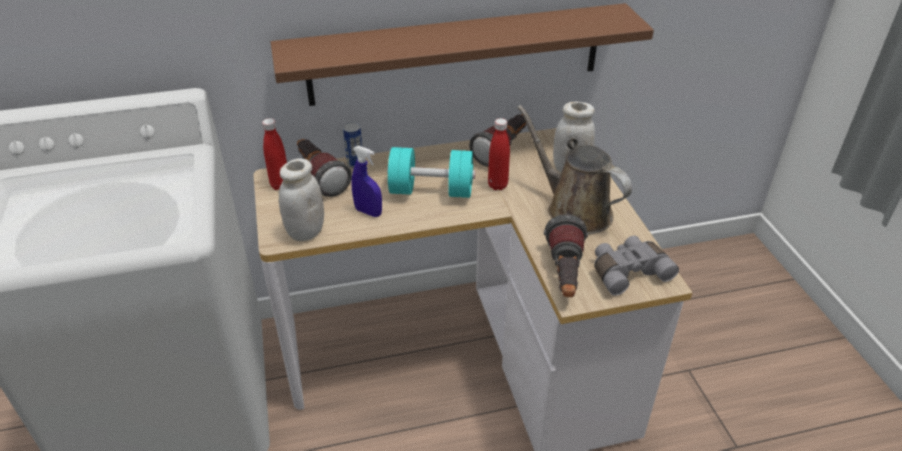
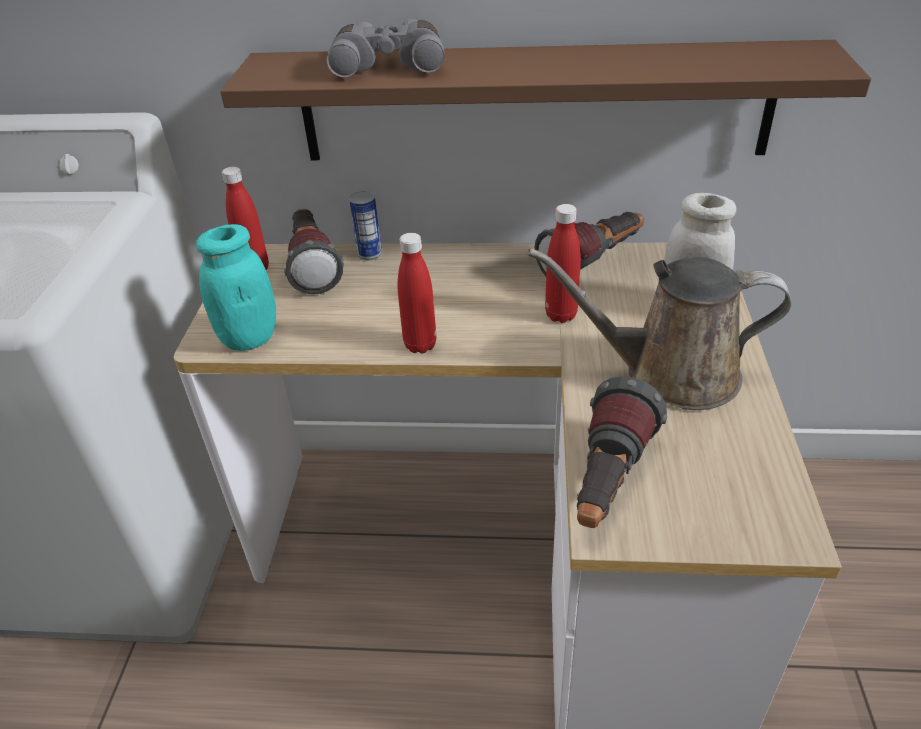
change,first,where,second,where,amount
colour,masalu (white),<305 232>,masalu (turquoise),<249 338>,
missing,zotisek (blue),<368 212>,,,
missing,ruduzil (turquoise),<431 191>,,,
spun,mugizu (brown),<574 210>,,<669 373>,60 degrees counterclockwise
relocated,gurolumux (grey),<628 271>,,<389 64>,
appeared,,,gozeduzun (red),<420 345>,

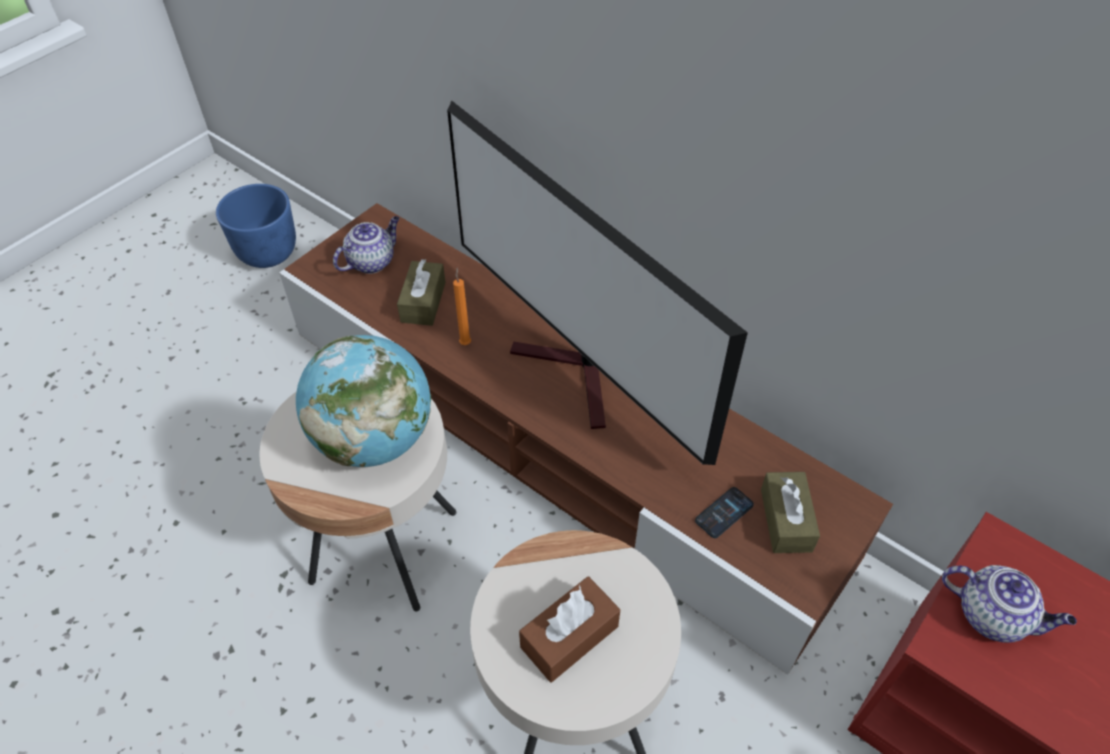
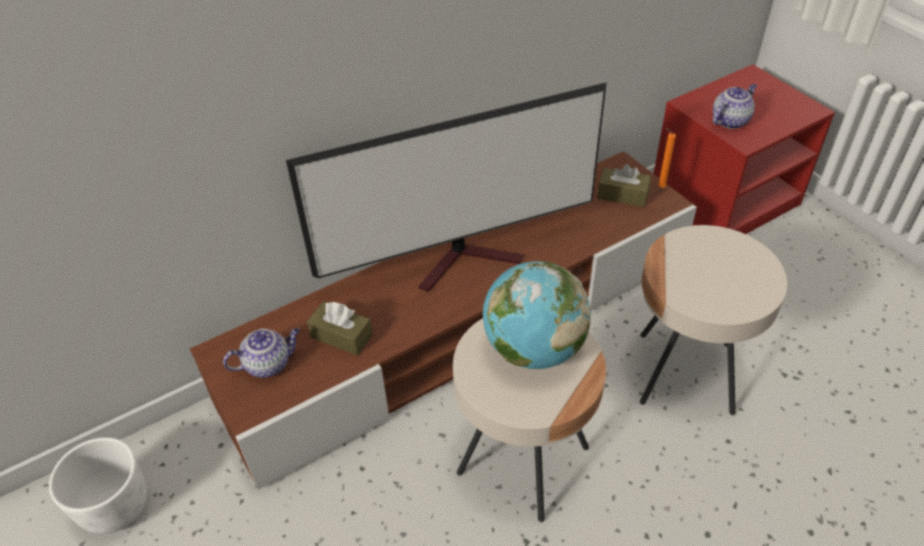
change,first,where,second,where,amount
colour,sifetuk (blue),<268 253>,sifetuk (white),<115 508>,
spun,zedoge,<372 261>,,<268 364>,90 degrees clockwise
relocated,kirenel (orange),<465 342>,,<660 187>,
missing,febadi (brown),<569 636>,,,
missing,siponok,<724 513>,,,

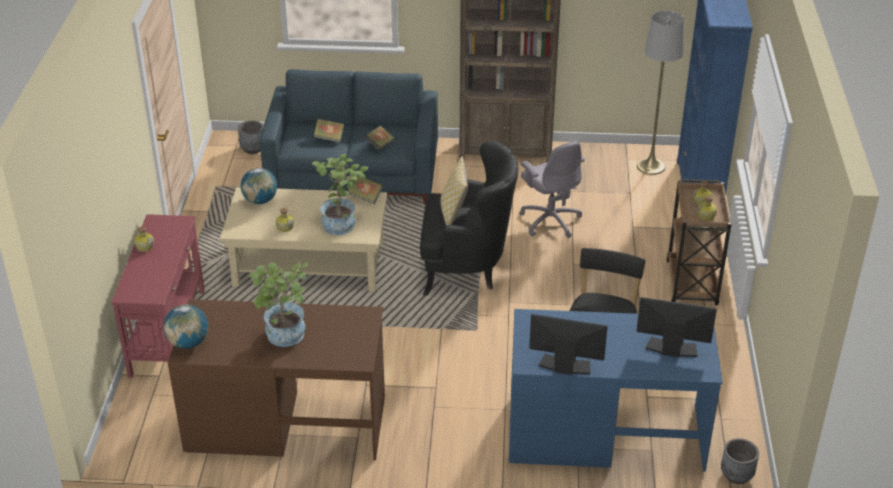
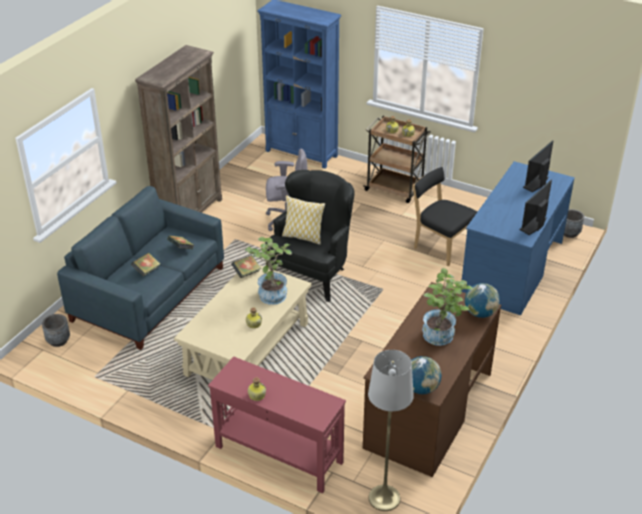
change,first,where,second,where,amount
relocated,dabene,<260 201>,,<480 313>,
relocated,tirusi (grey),<650 166>,,<384 498>,

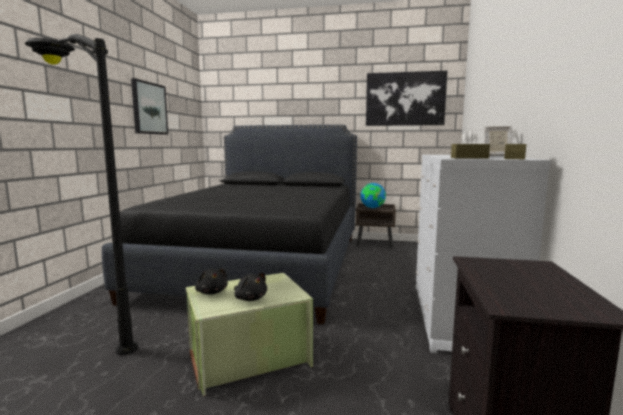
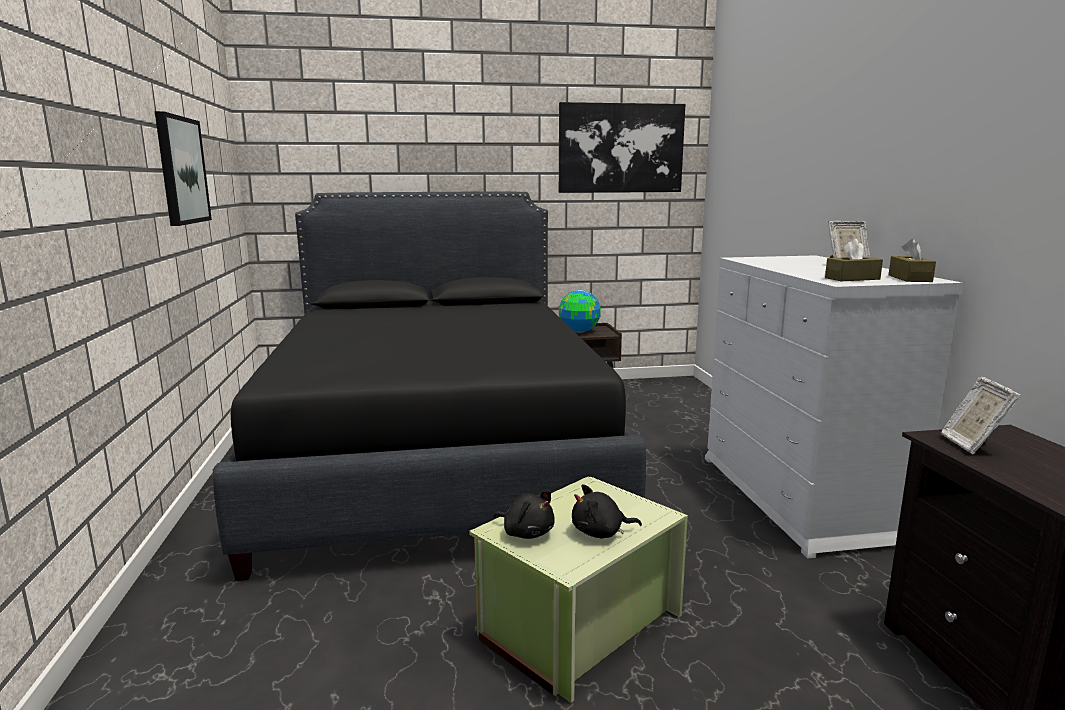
change,first,where,second,where,amount
missing,tirusi (black),<93 332>,,,
spun,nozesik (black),<250 298>,,<600 532>,150 degrees clockwise
appeared,,,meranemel,<972 445>,

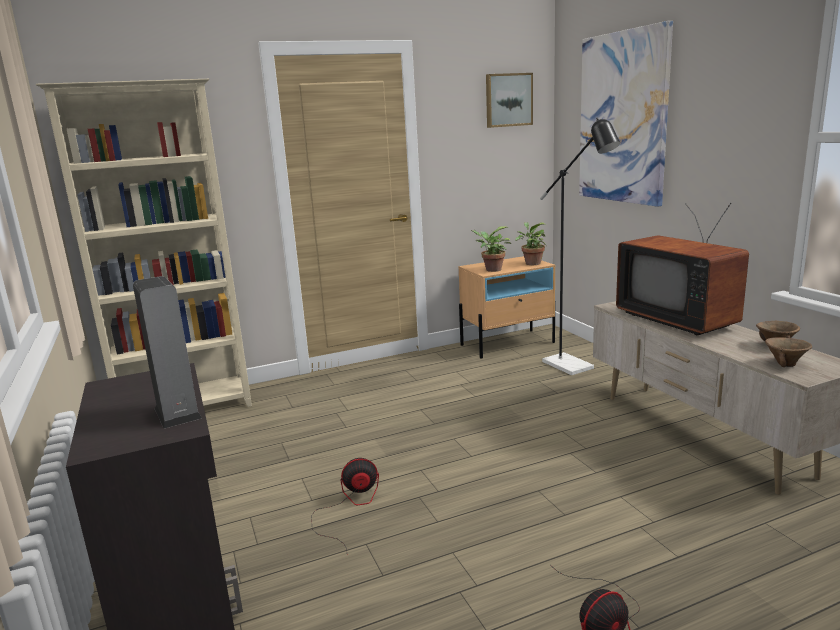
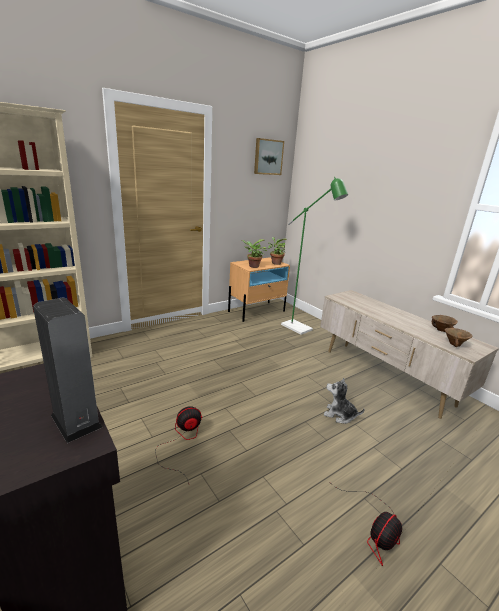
change,first,where,second,where,amount
colour,tirusi (black),<574 368>,tirusi (green),<301 329>,
missing,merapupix,<622 118>,,,
missing,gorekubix,<680 319>,,,
appeared,,,nozesik,<339 415>,

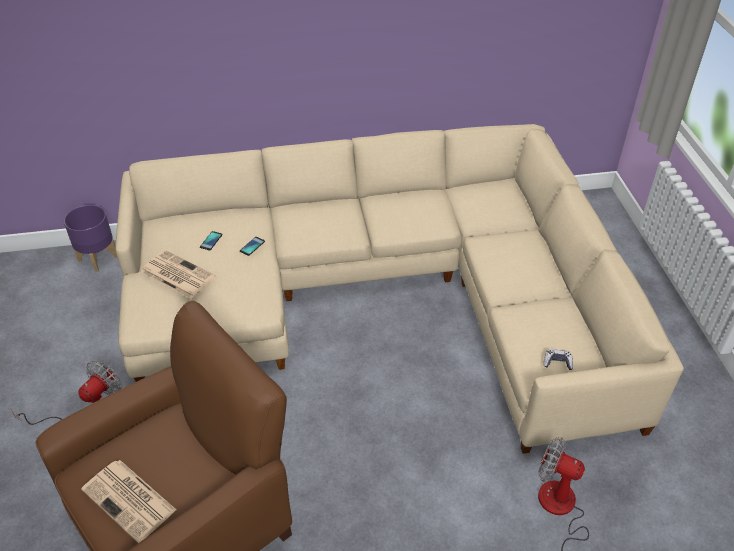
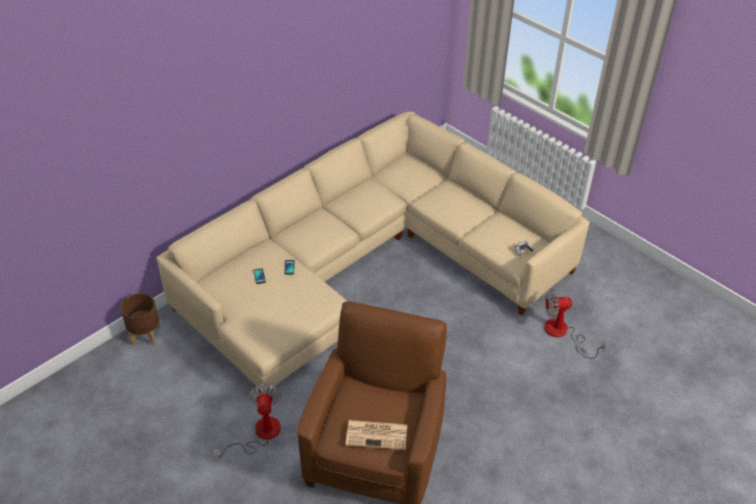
change,first,where,second,where,amount
colour,sifetuk (purple),<98 258>,sifetuk (brown),<145 335>,
missing,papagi,<177 274>,,,

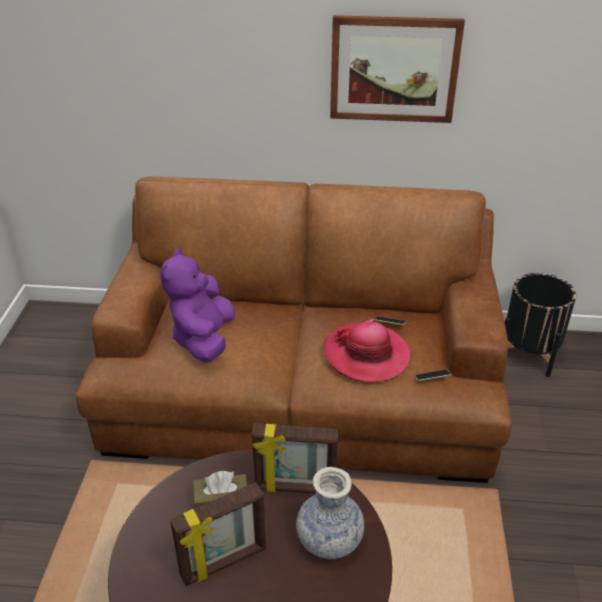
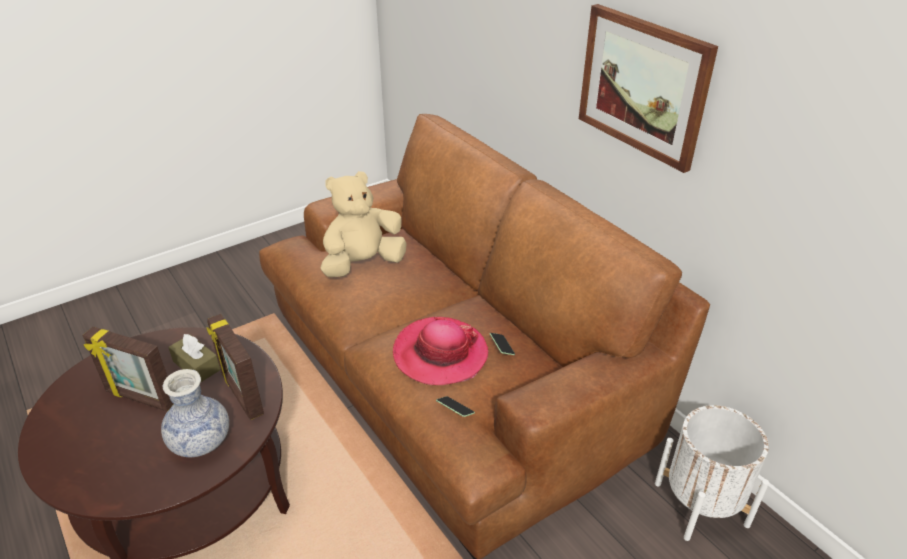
change,first,where,second,where,amount
colour,nozesik (purple),<204 339>,nozesik (beige),<363 264>,
colour,sifetuk (black),<529 353>,sifetuk (white),<701 504>,

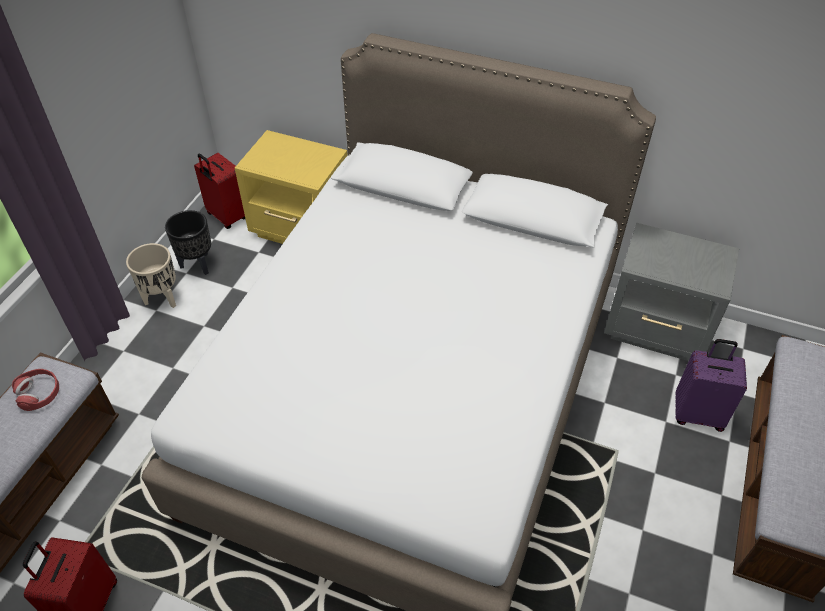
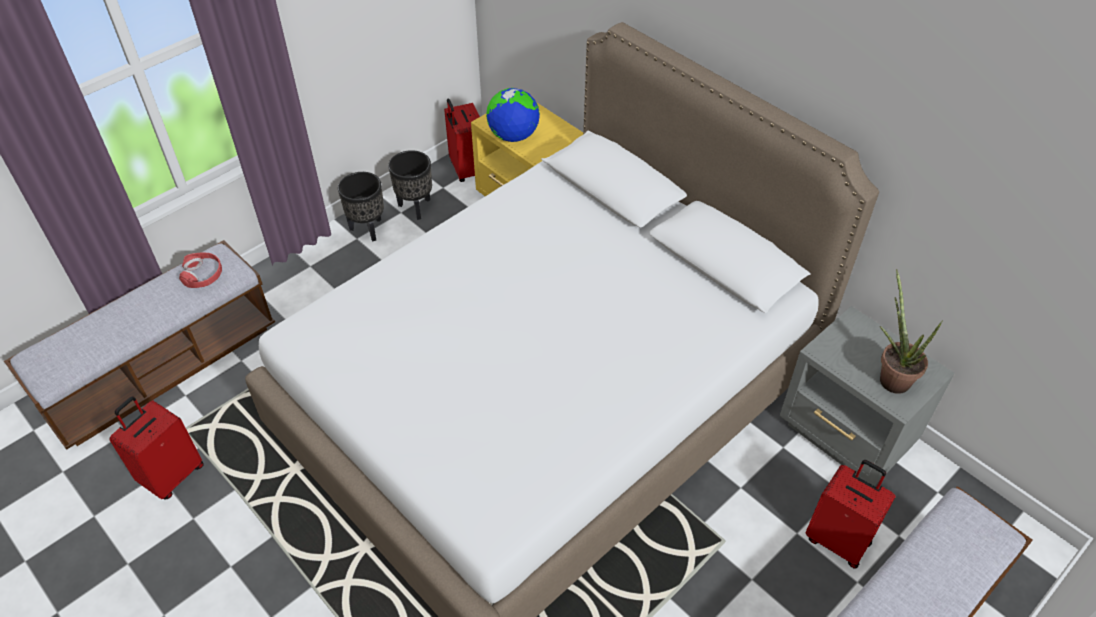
change,first,where,second,where,amount
colour,sifetuk (beige),<163 298>,sifetuk (black),<368 229>,
colour,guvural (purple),<697 414>,guvural (red),<838 539>,
appeared,,,dabene,<513 136>,
appeared,,,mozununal,<891 376>,

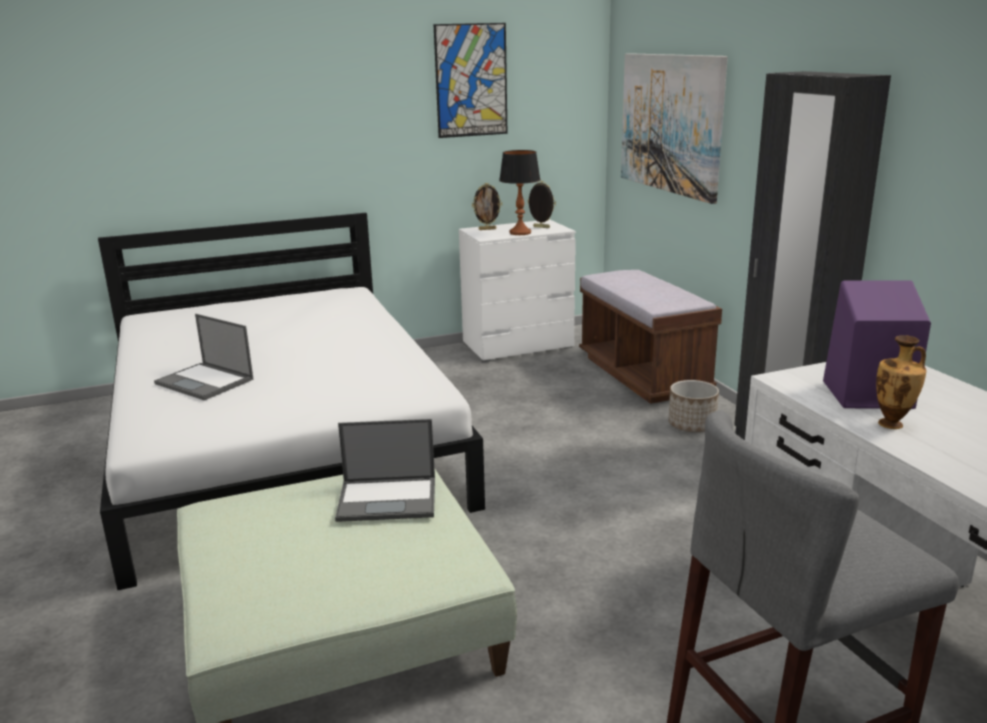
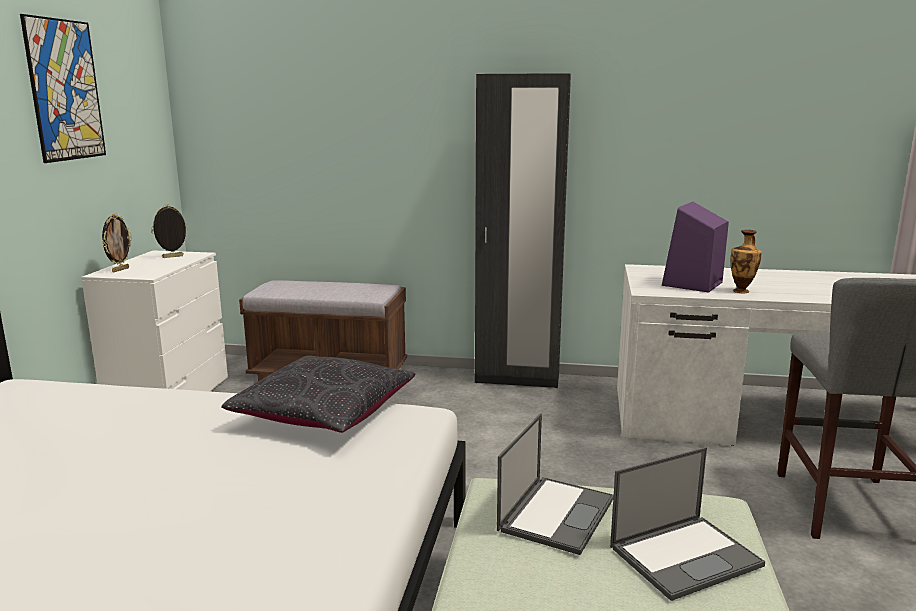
change,first,where,second,where,amount
relocated,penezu,<205 382>,,<686 555>,
missing,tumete,<520 233>,,,
missing,merapupix,<670 123>,,,
missing,sifetuk,<691 425>,,,
appeared,,,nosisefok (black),<324 413>,

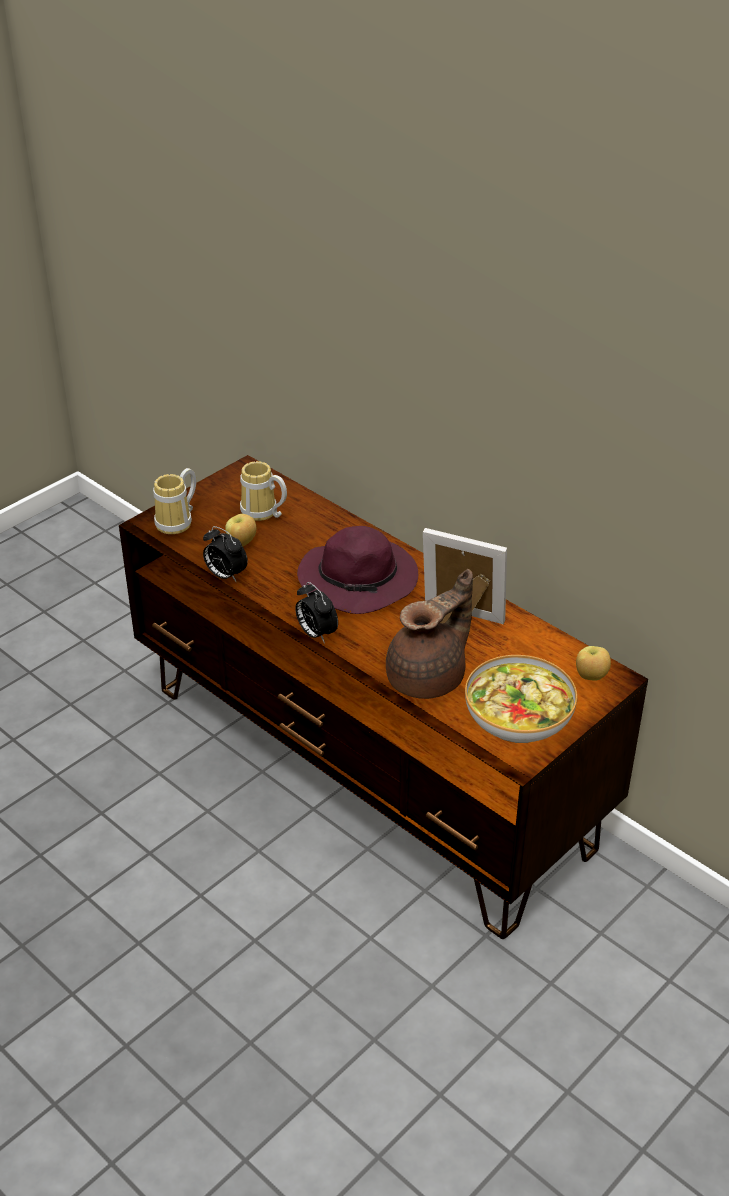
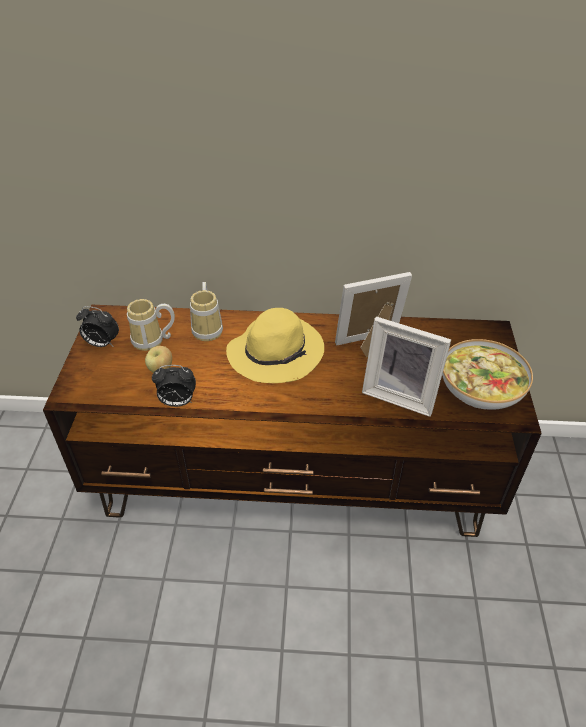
change,first,where,second,where,amount
relocated,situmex,<179 522>,,<209 328>,
relocated,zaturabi,<316 634>,,<102 344>,
colour,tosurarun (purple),<360 580>,tosurarun (yellow),<276 352>,
exchanged,zedoge (brown),<429 677>,meranemel,<400 394>,
missing,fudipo,<590 676>,,,

